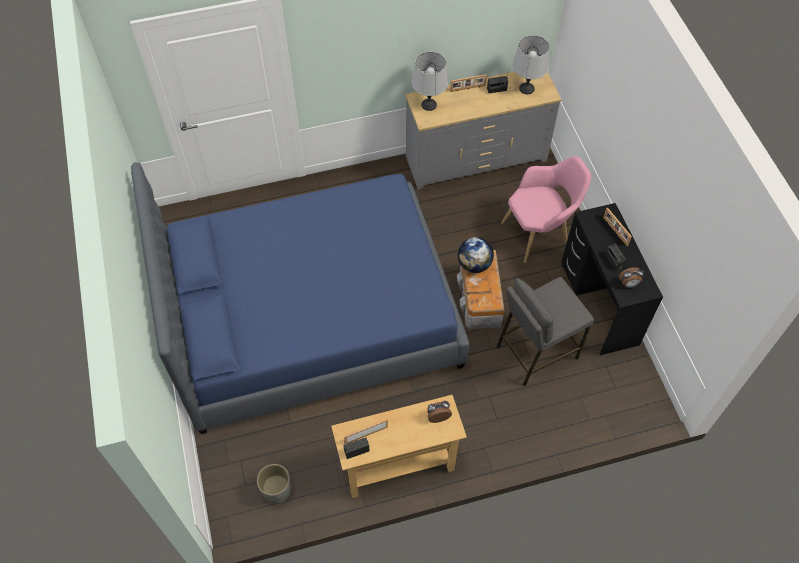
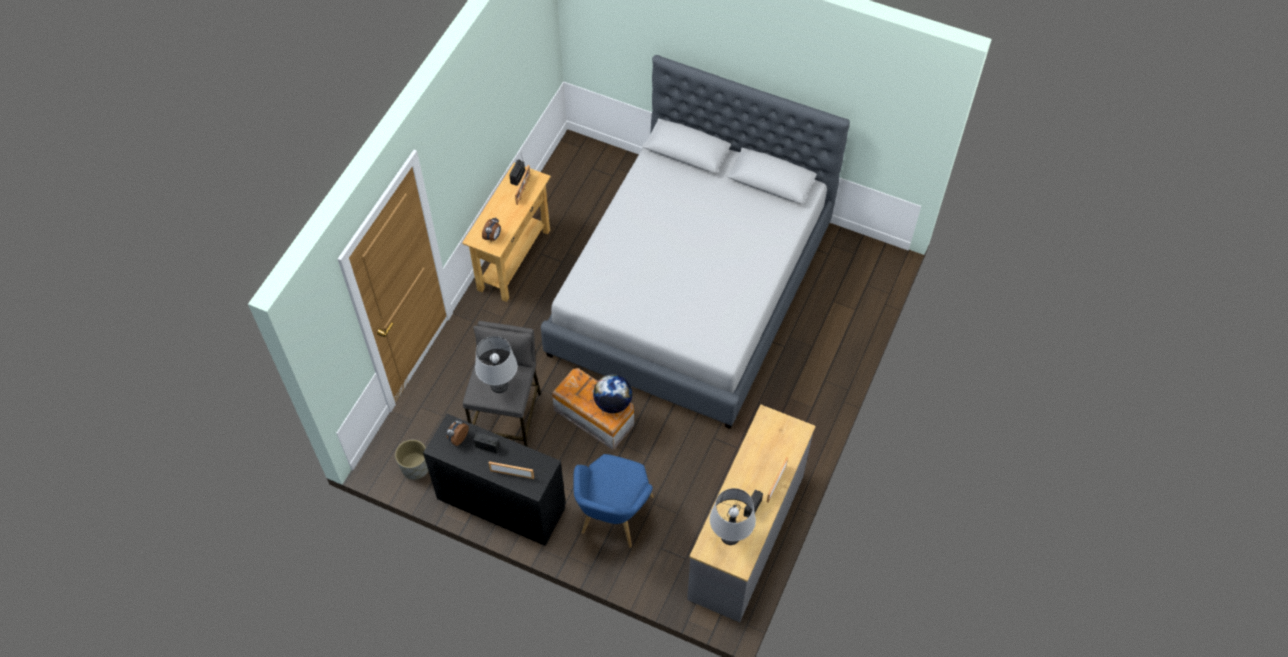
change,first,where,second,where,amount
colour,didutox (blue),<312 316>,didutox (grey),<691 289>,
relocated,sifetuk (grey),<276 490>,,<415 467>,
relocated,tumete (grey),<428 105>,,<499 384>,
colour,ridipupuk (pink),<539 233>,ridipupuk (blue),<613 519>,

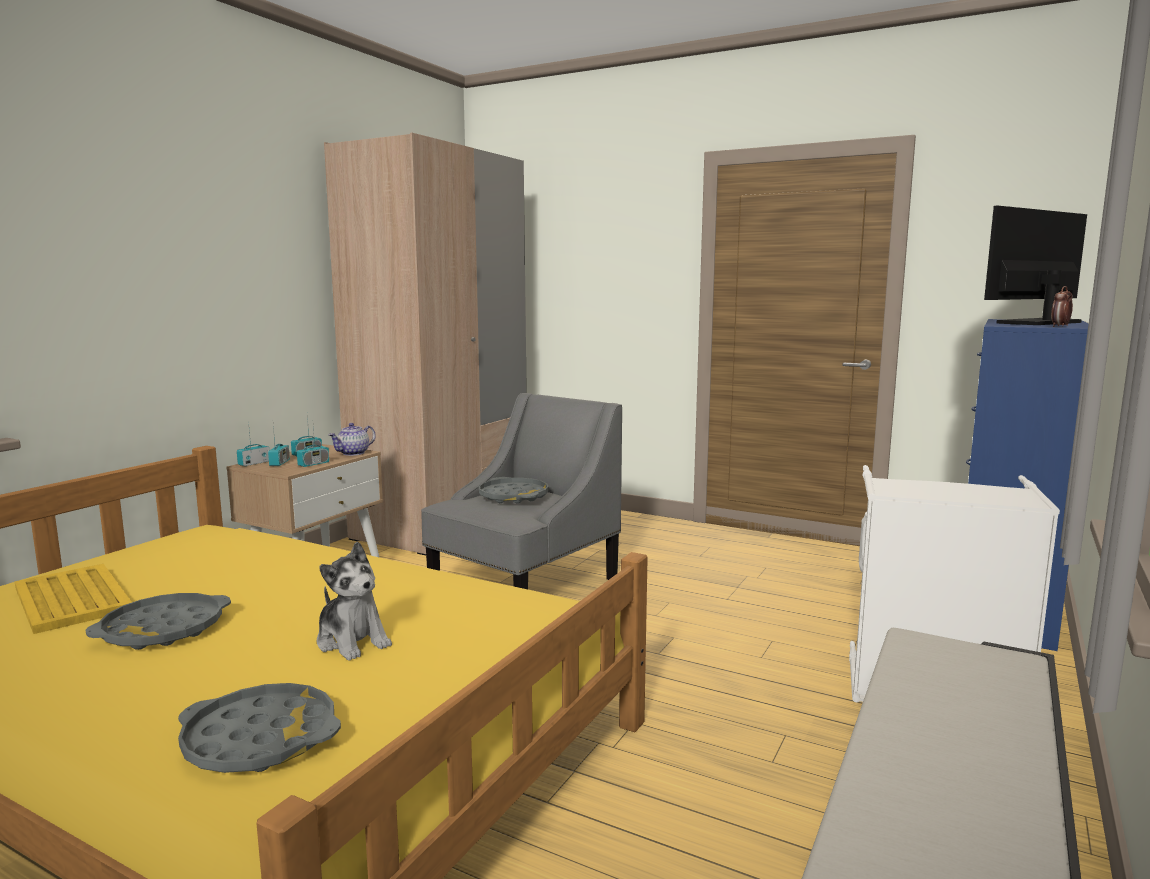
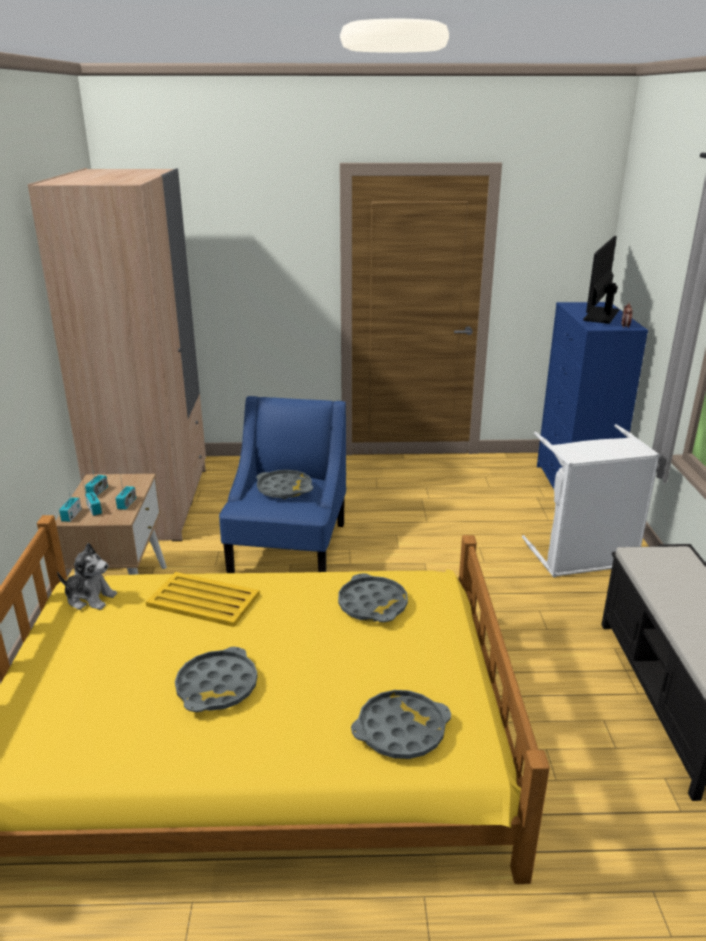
change,first,where,second,where,amount
relocated,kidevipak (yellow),<72 599>,,<204 600>,
relocated,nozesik,<352 641>,,<90 598>,
missing,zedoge,<353 453>,,,
colour,ridipupuk (grey),<525 585>,ridipupuk (blue),<289 548>,
appeared,,,kidevipak (grey),<372 604>,

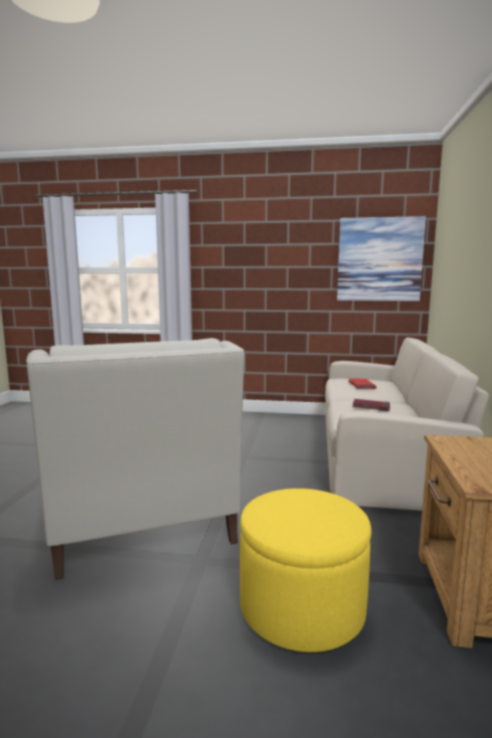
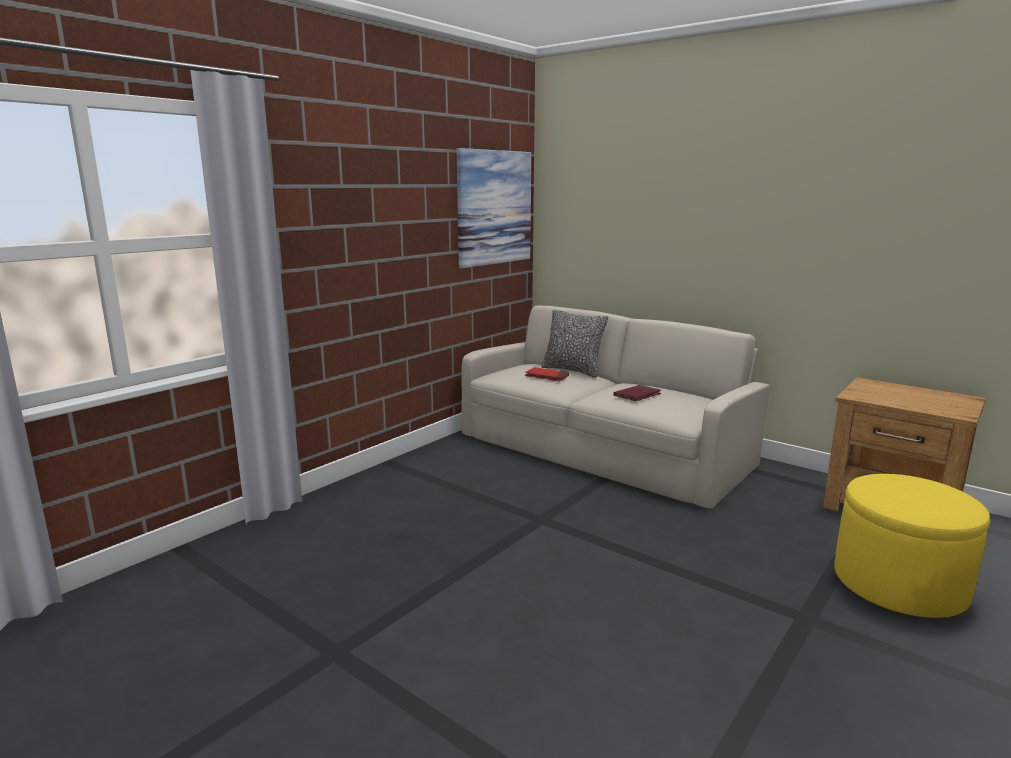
change,first,where,second,where,amount
missing,ridipupuk (white),<141 514>,,,
appeared,,,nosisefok,<573 370>,

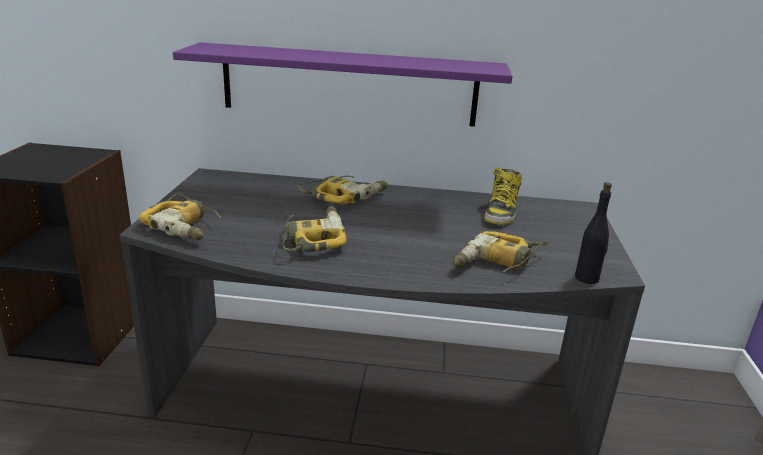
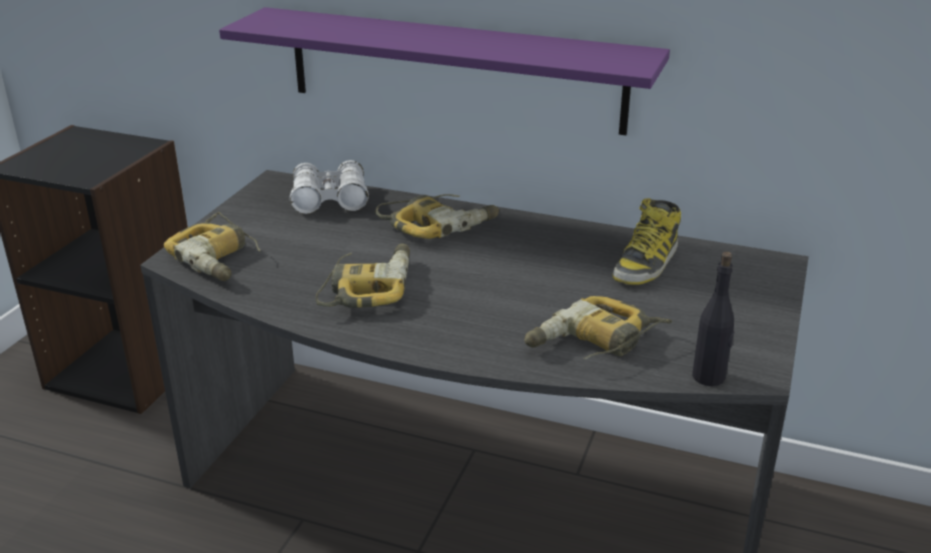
change,first,where,second,where,amount
appeared,,,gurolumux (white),<330 200>,

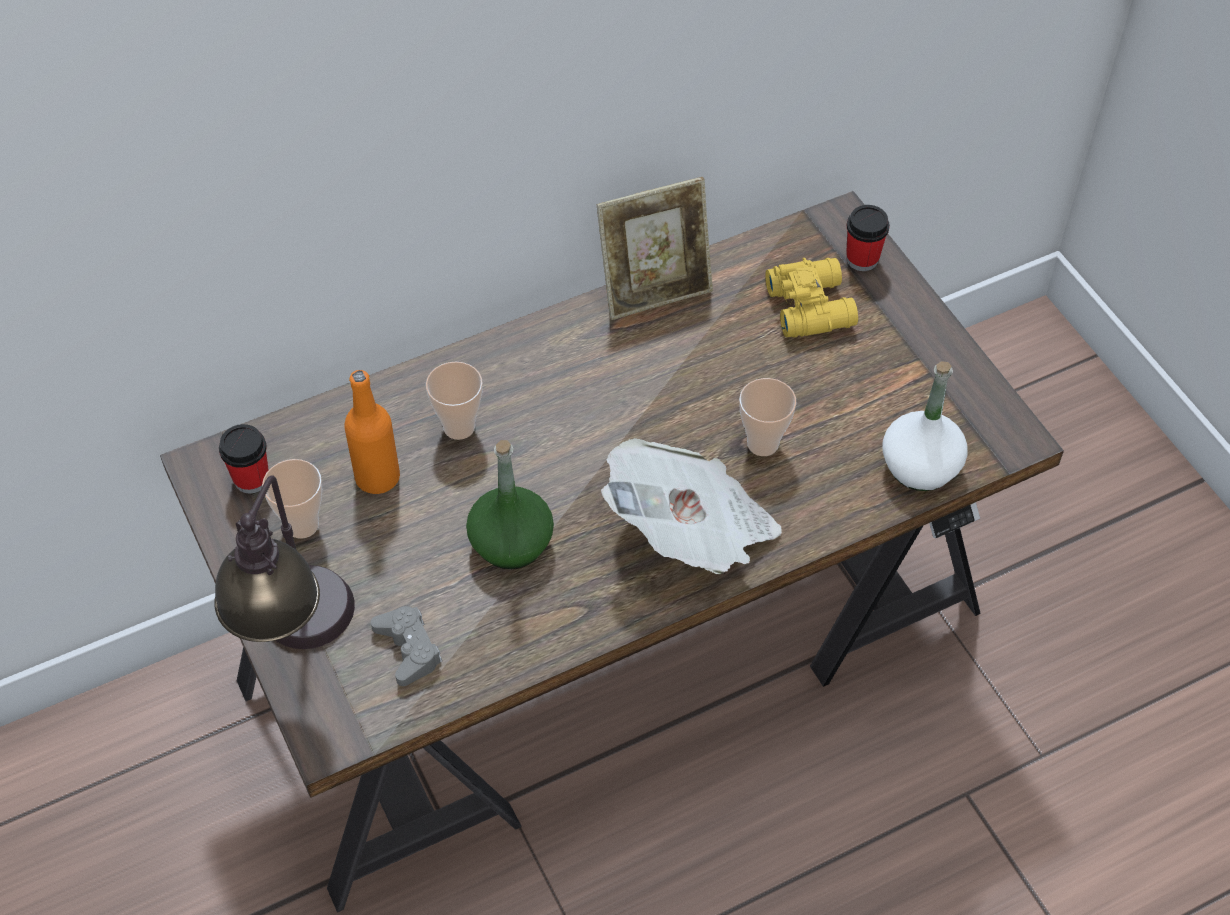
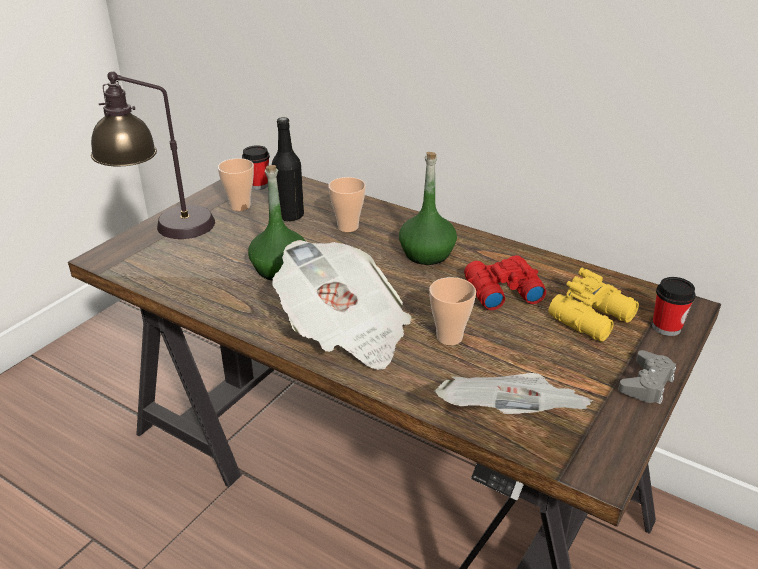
change,first,where,second,where,amount
colour,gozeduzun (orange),<377 477>,gozeduzun (black),<290 215>,
relocated,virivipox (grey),<408 649>,,<647 383>,
missing,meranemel,<655 291>,,,
exchanged,gozeduzun (white),<920 466>,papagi,<509 422>,
appeared,,,gozeduzun (green),<427 254>,
appeared,,,gurolumux (red),<501 291>,

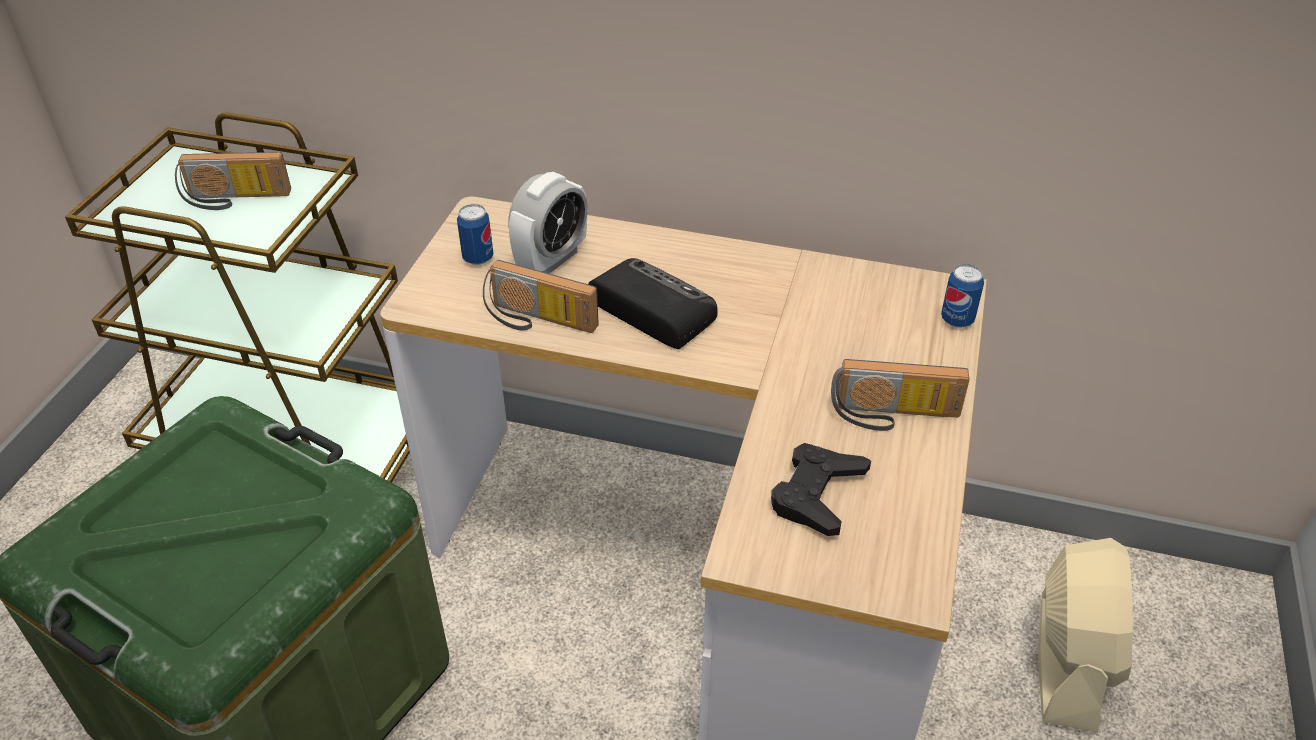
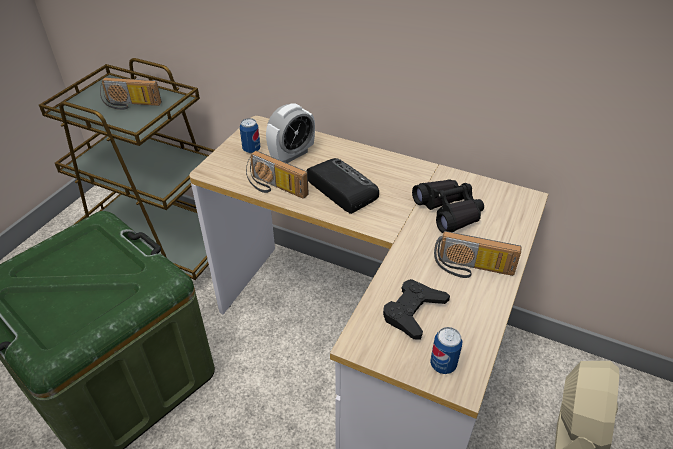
change,first,where,second,where,amount
relocated,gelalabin,<957 320>,,<443 364>,
appeared,,,gurolumux (black),<448 211>,

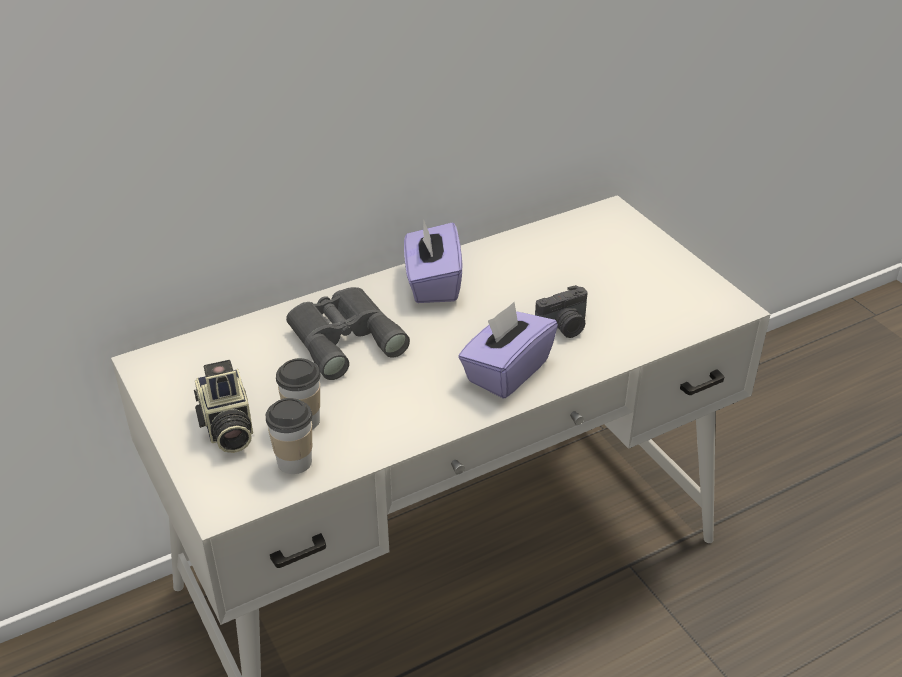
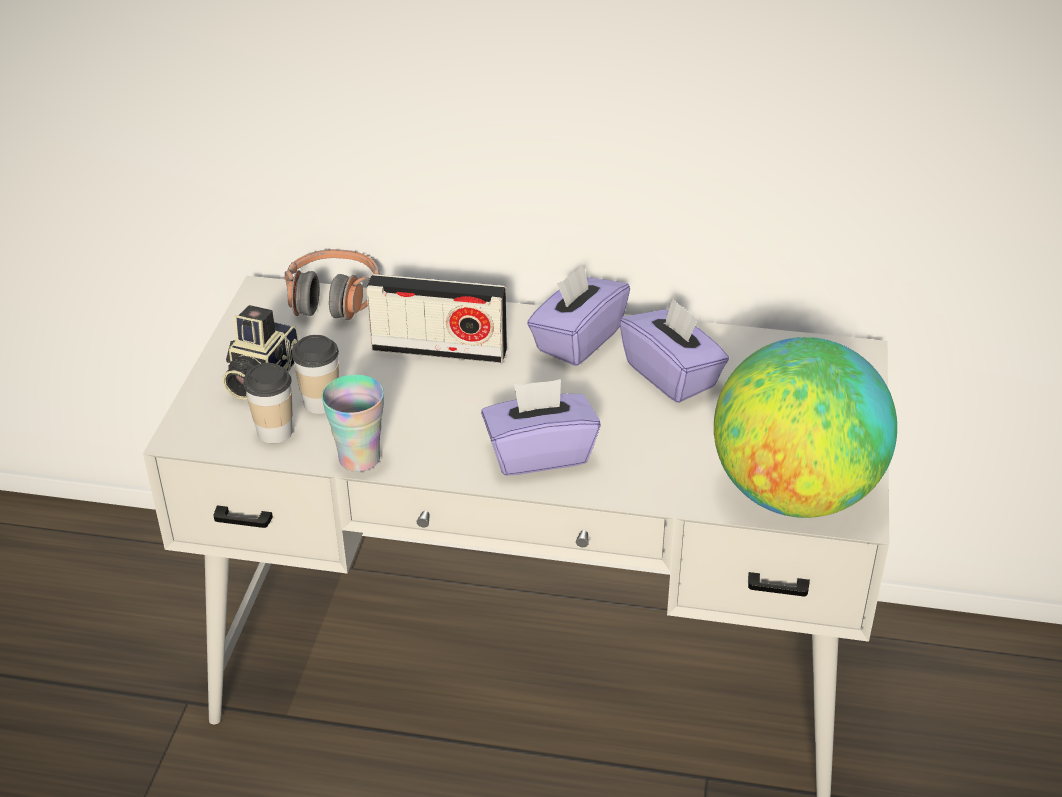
change,first,where,second,where,amount
exchanged,gurolumux (grey),<343 337>,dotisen,<439 349>,
missing,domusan,<563 328>,,,
appeared,,,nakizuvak,<332 298>,
appeared,,,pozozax,<359 459>,
appeared,,,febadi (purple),<672 375>,
appeared,,,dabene,<795 493>,

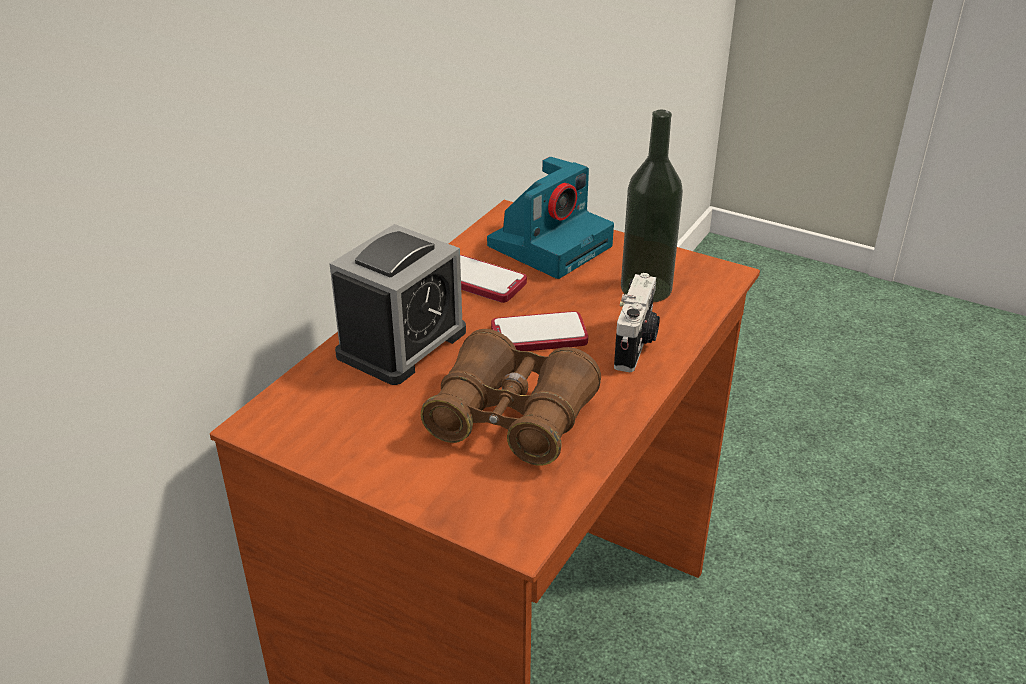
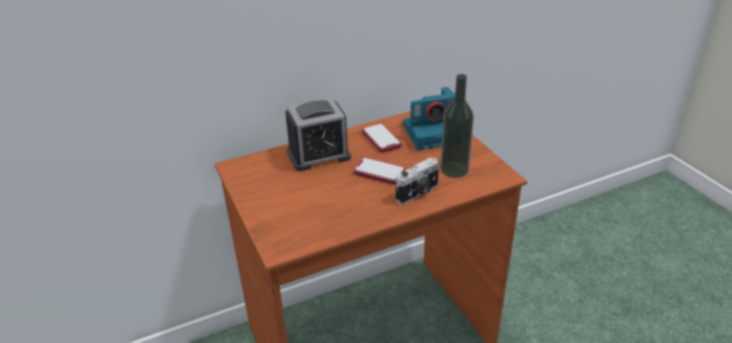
change,first,where,second,where,amount
missing,gurolumux (brown),<511 418>,,,

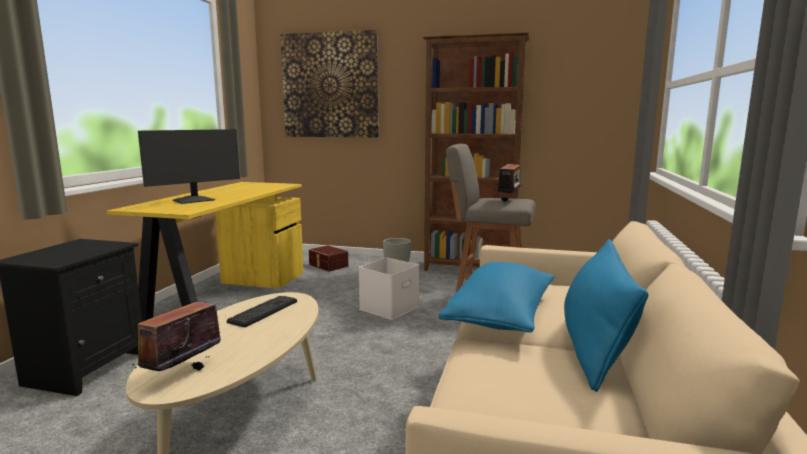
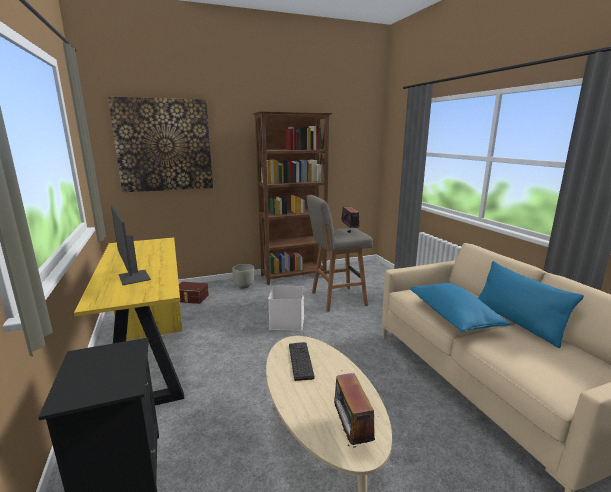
change,first,where,second,where,amount
spun,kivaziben,<194 200>,,<133 277>,135 degrees clockwise

